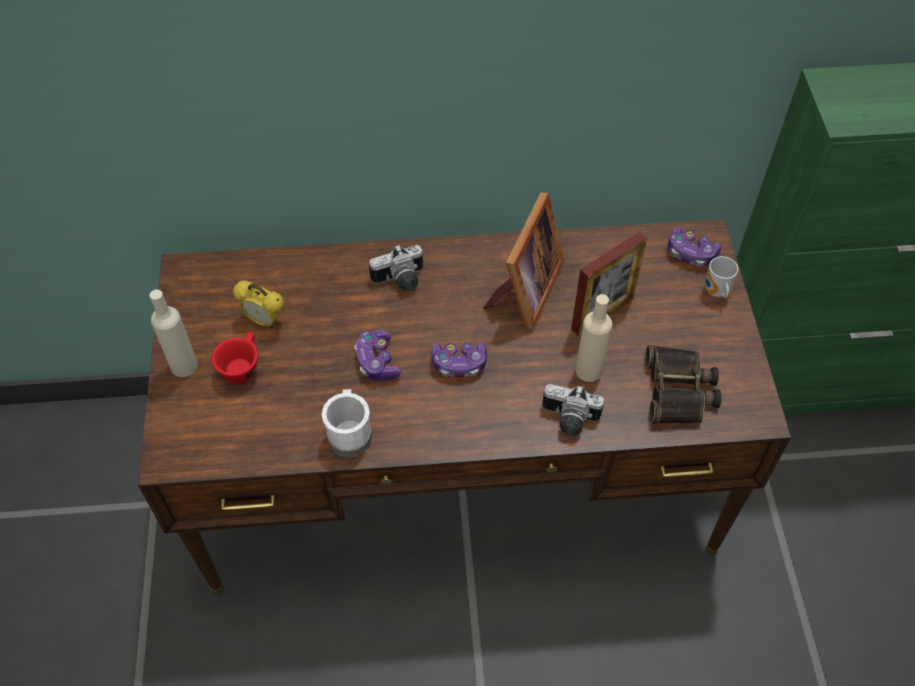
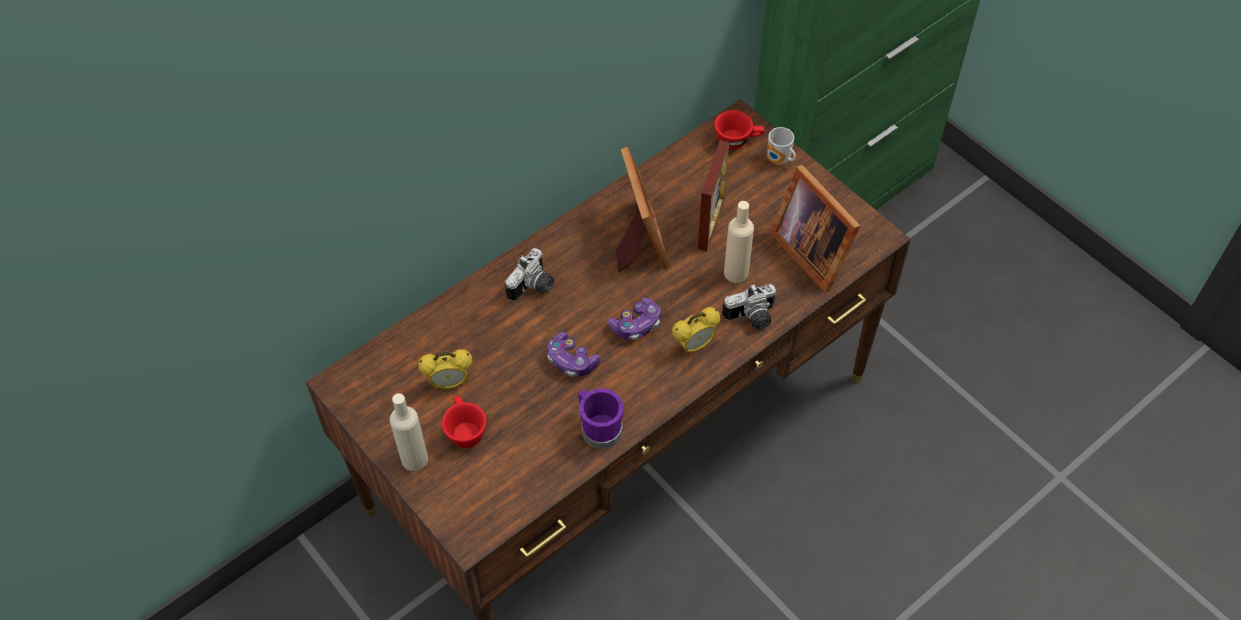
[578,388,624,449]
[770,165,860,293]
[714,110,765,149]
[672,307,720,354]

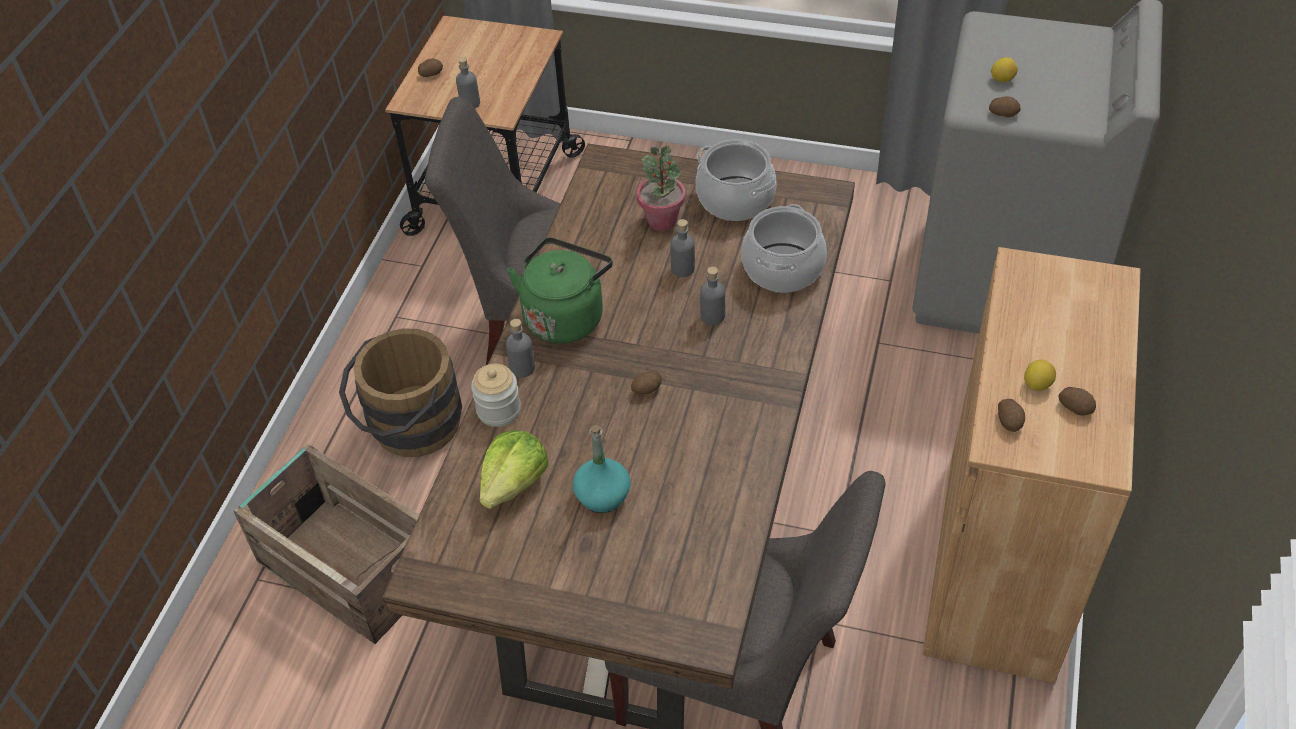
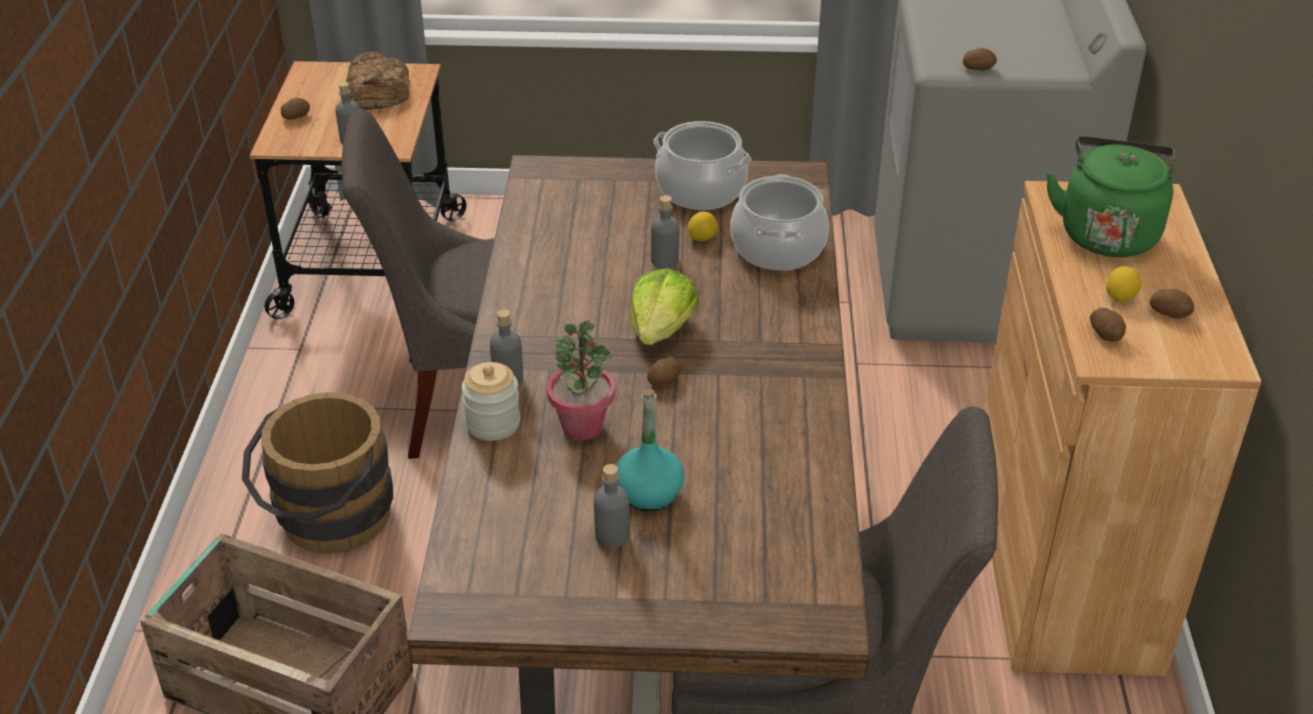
[629,268,699,345]
[1046,136,1175,257]
[547,320,615,441]
[594,464,630,548]
[687,211,718,241]
[346,52,409,110]

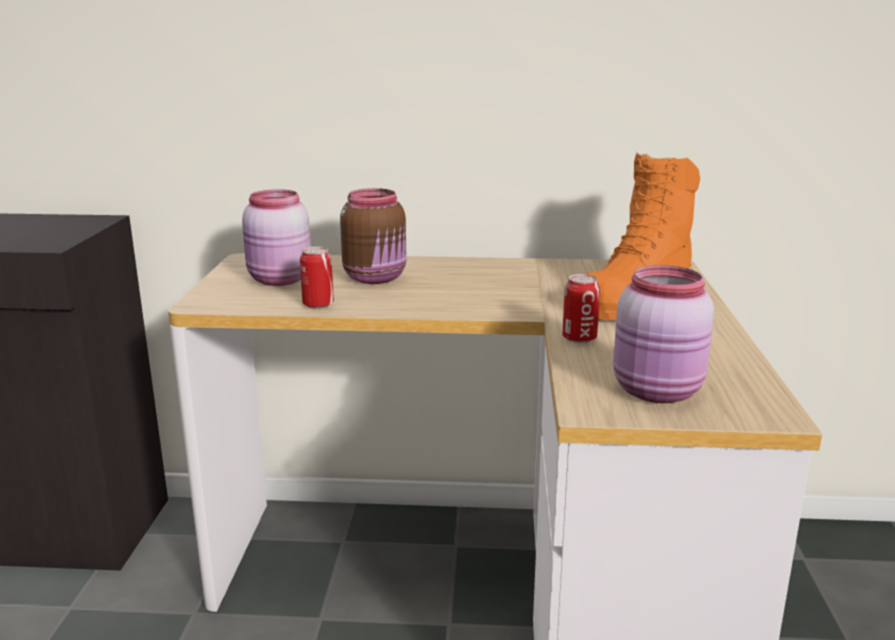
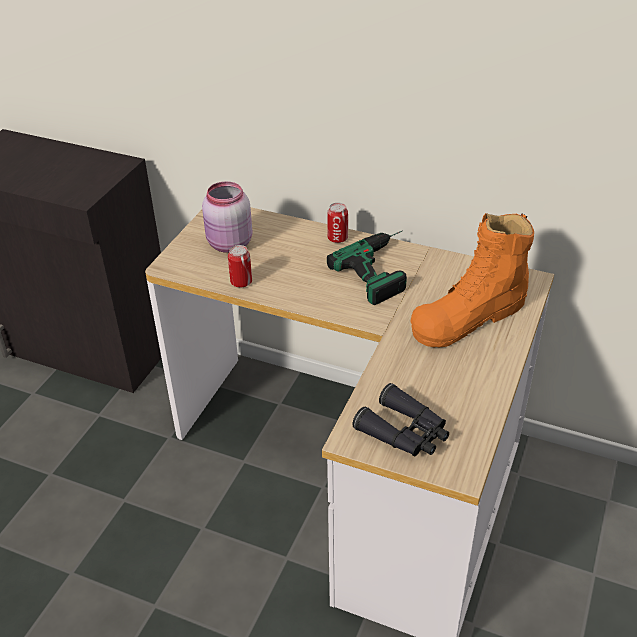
[340,188,407,284] (first image)
[327,203,348,243]
[352,383,449,456]
[327,231,407,305]

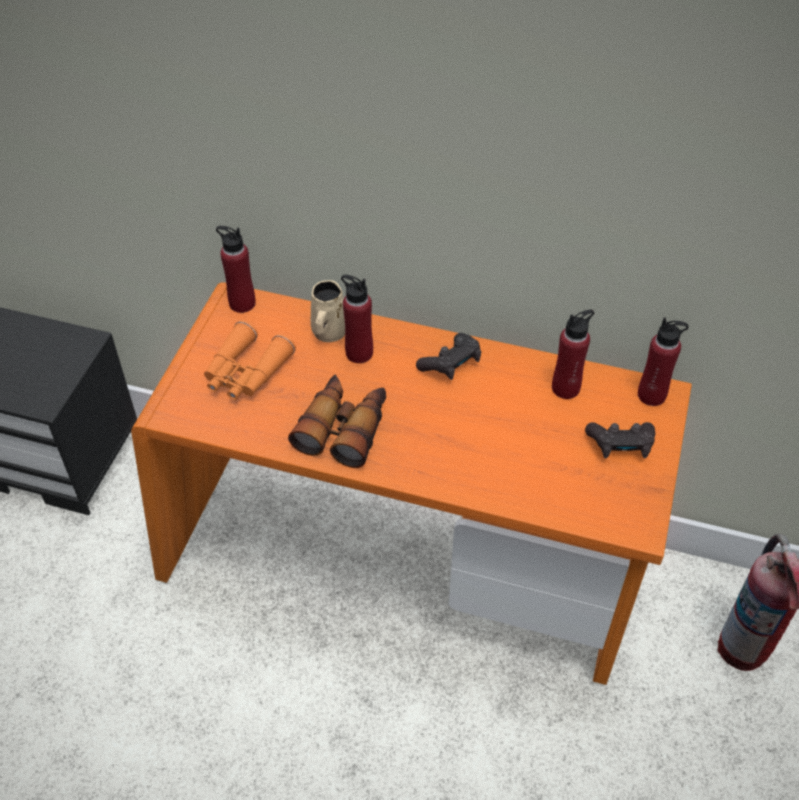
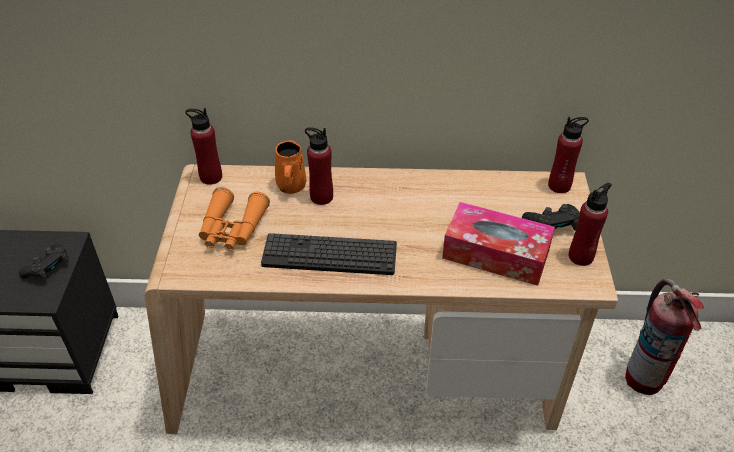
[144,164,618,434]
[261,233,397,275]
[275,141,307,194]
[19,244,69,280]
[569,183,612,266]
[442,202,555,286]

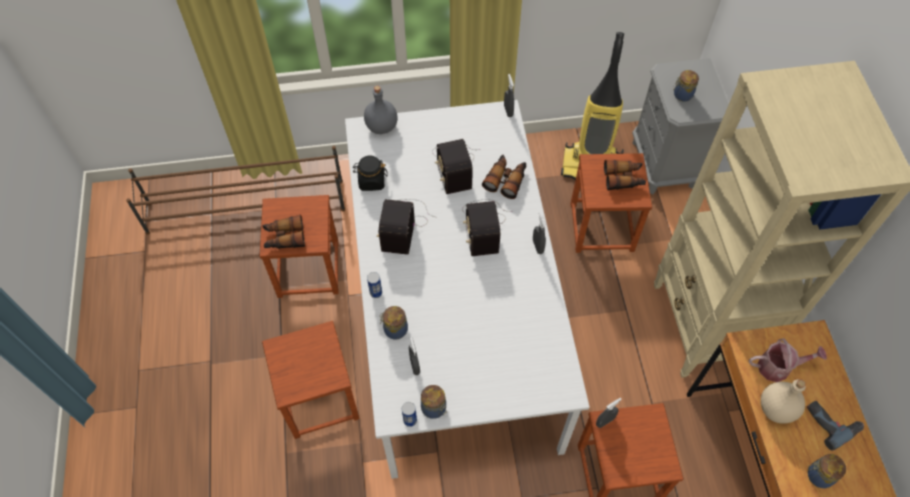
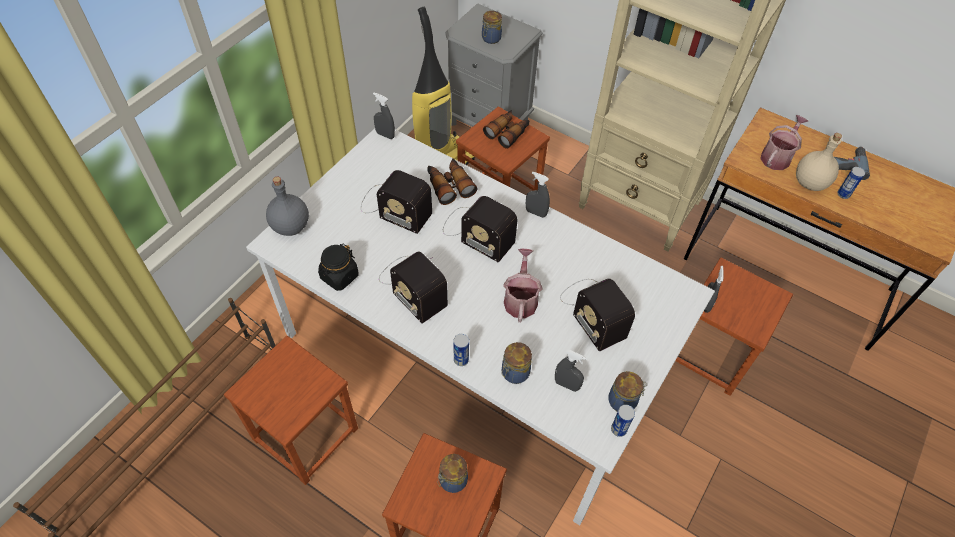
[262,215,305,249] (first image)
[437,454,468,493]
[503,249,542,322]
[560,278,635,351]
[837,167,865,199]

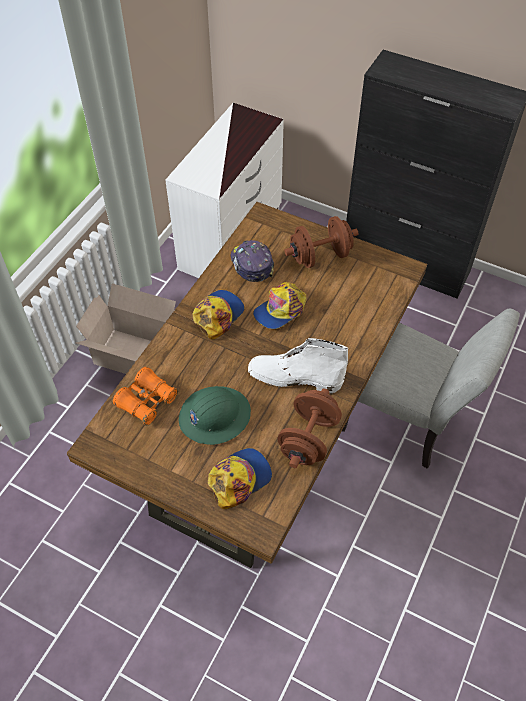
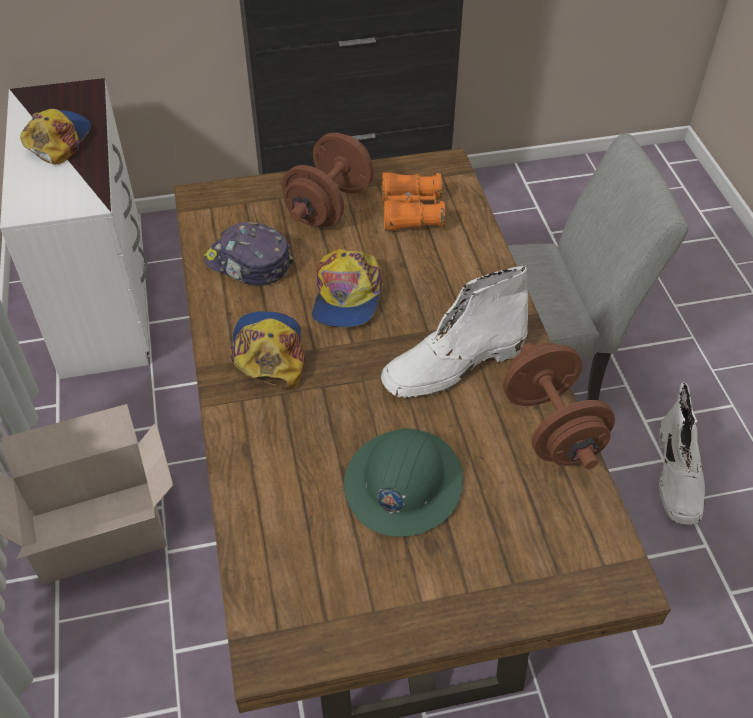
[382,172,445,231]
[20,109,91,164]
[659,382,705,525]

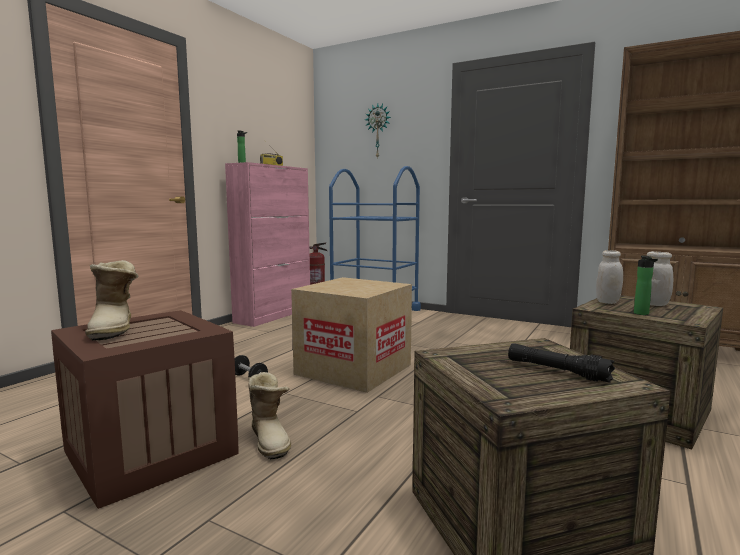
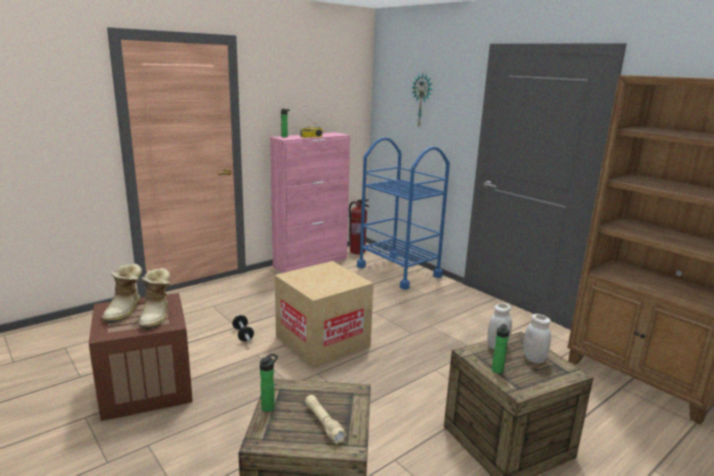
[138,268,171,329]
[305,395,347,444]
[260,353,278,412]

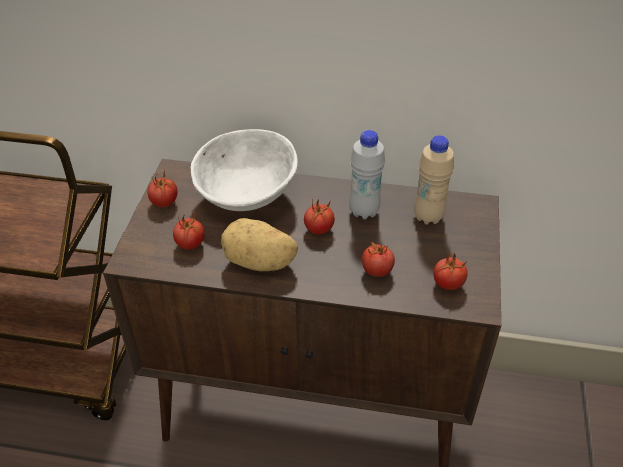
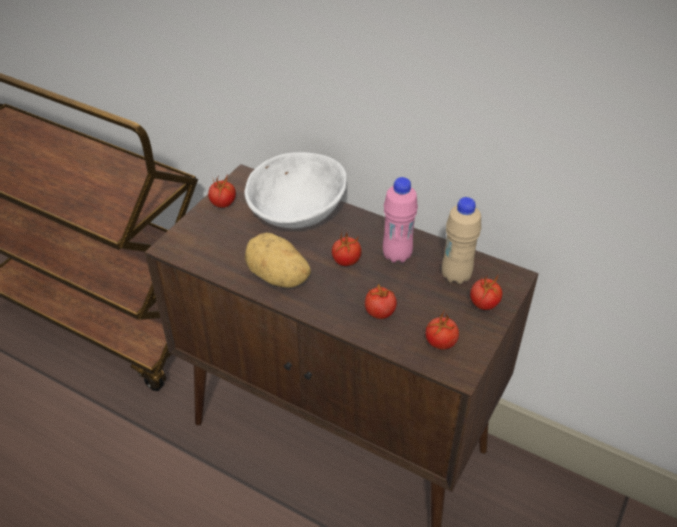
[470,274,502,310]
[383,177,418,263]

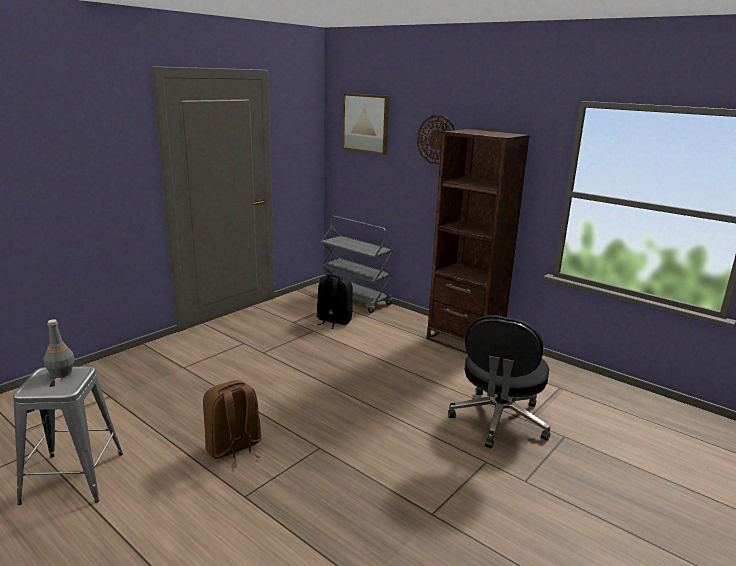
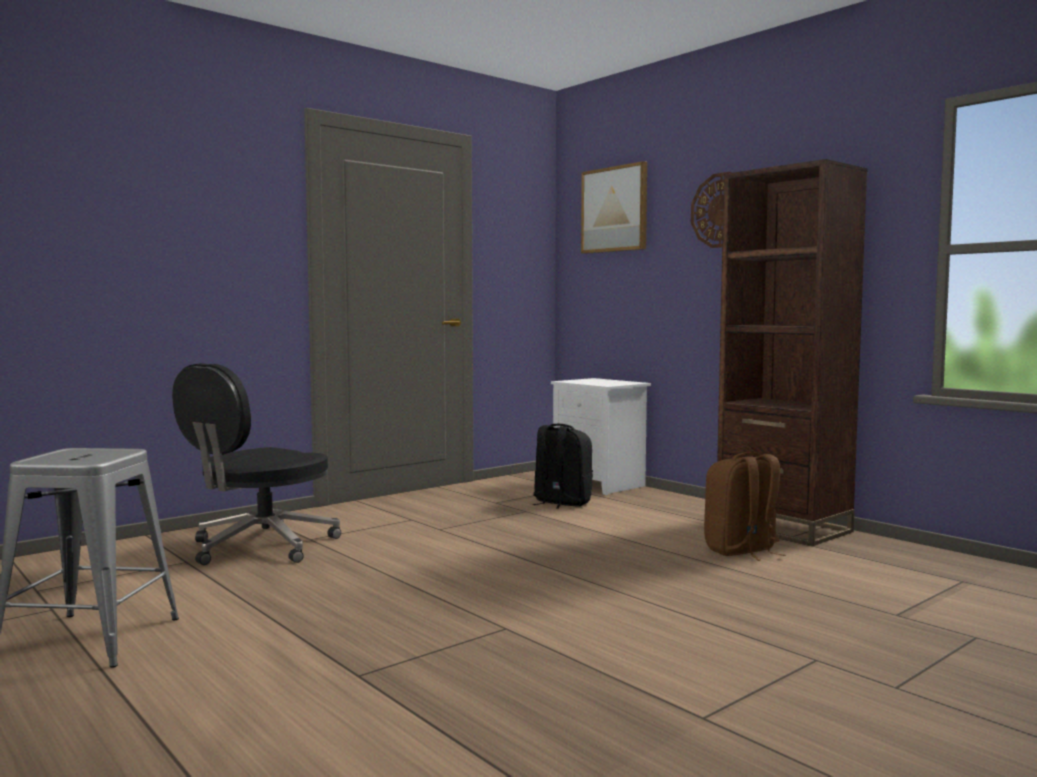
[43,319,75,378] (first image)
[704,452,786,561]
[551,378,651,495]
[172,363,341,565]

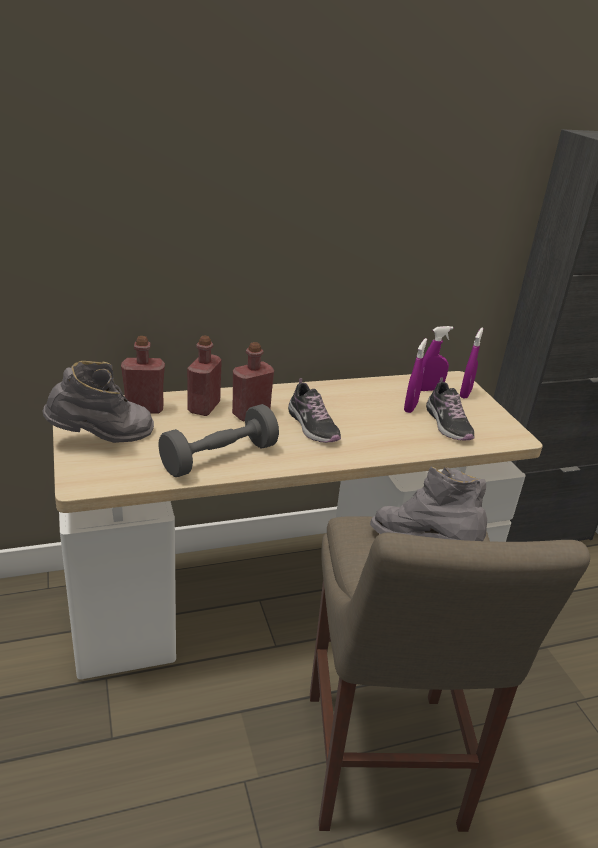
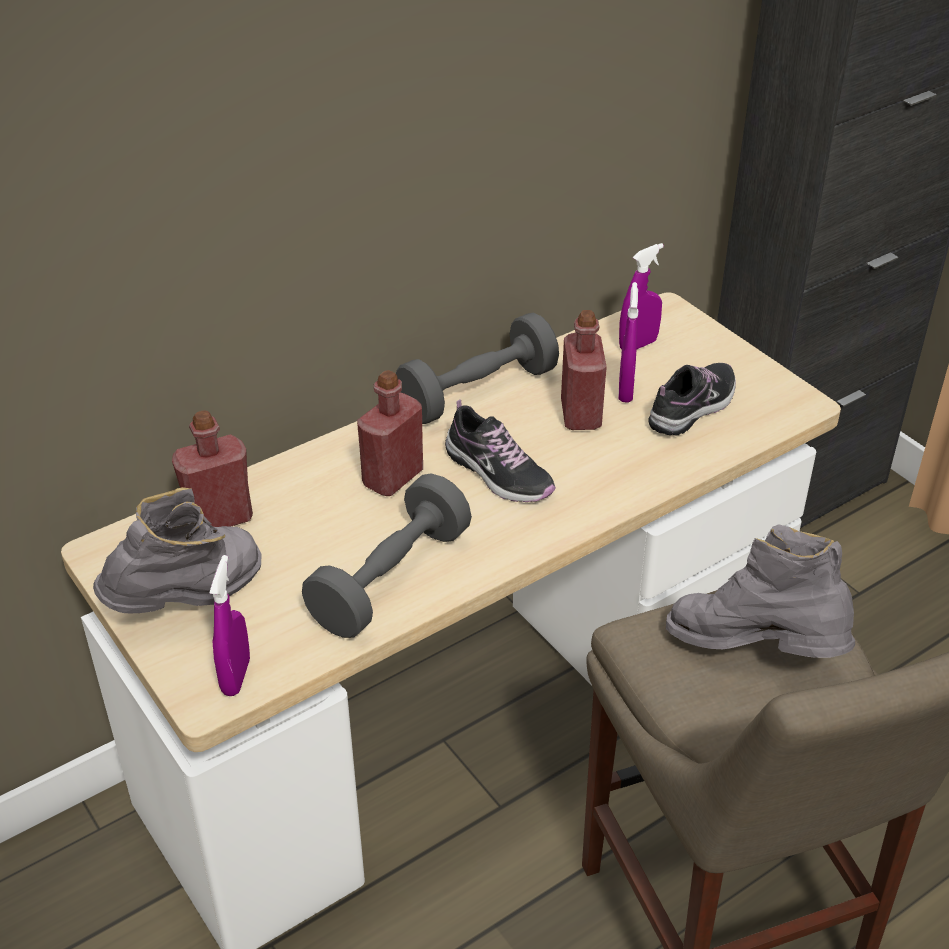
[561,310,607,430]
[648,363,736,435]
[209,555,250,696]
[396,313,559,424]

